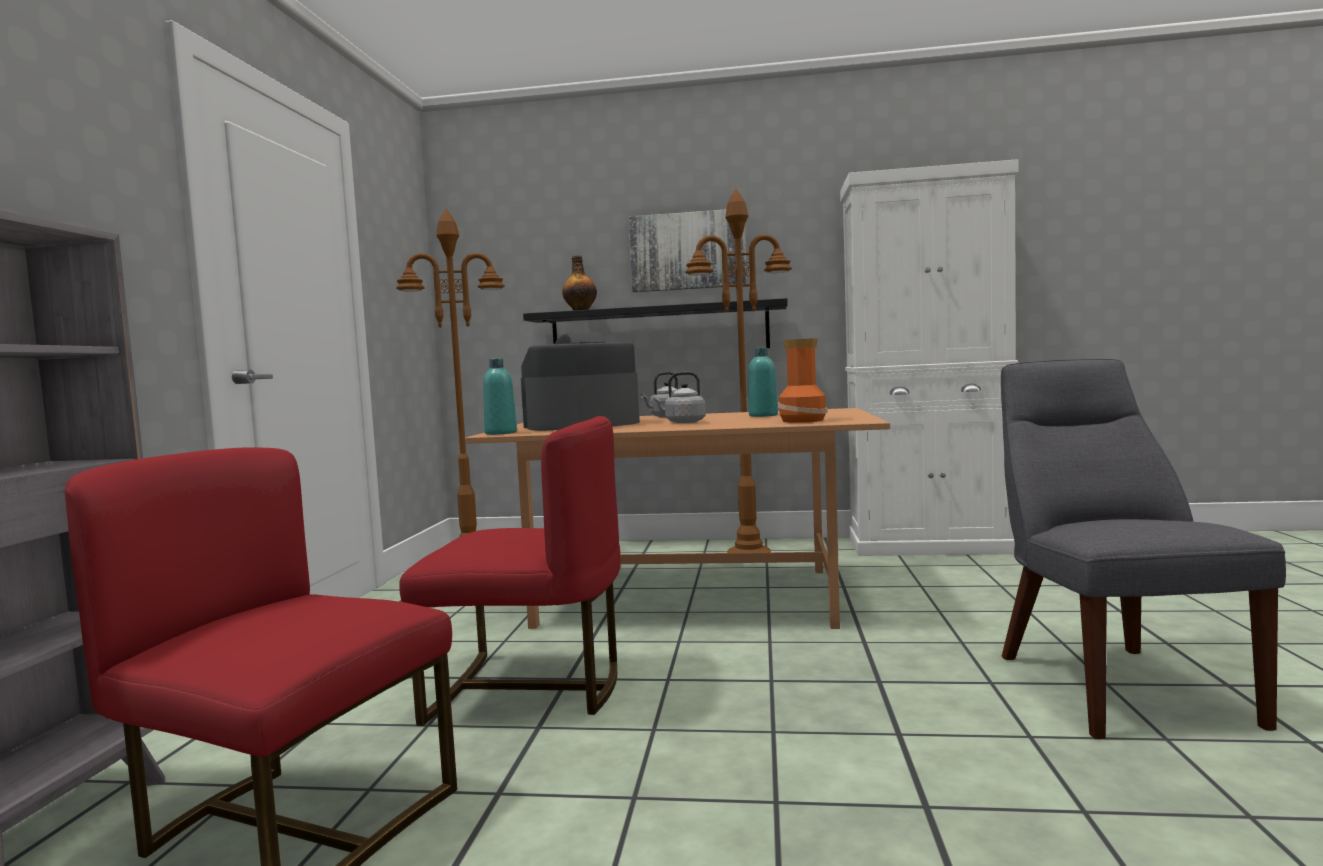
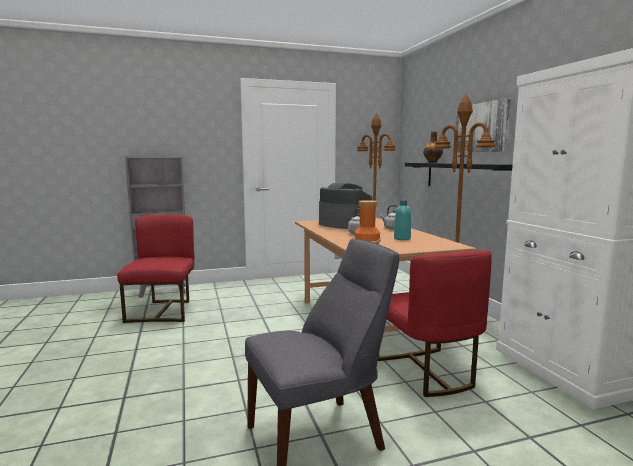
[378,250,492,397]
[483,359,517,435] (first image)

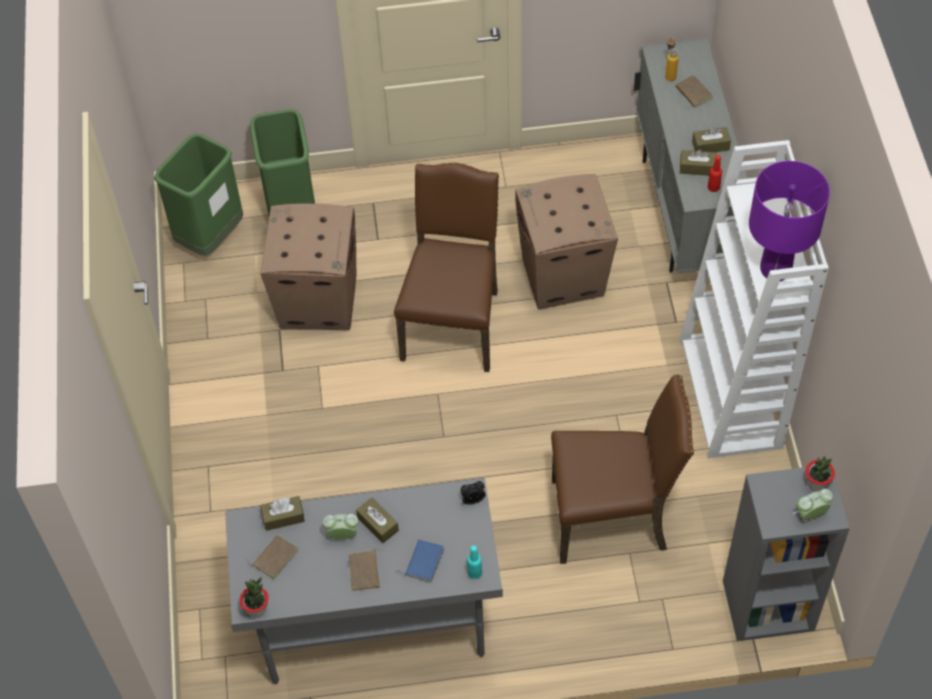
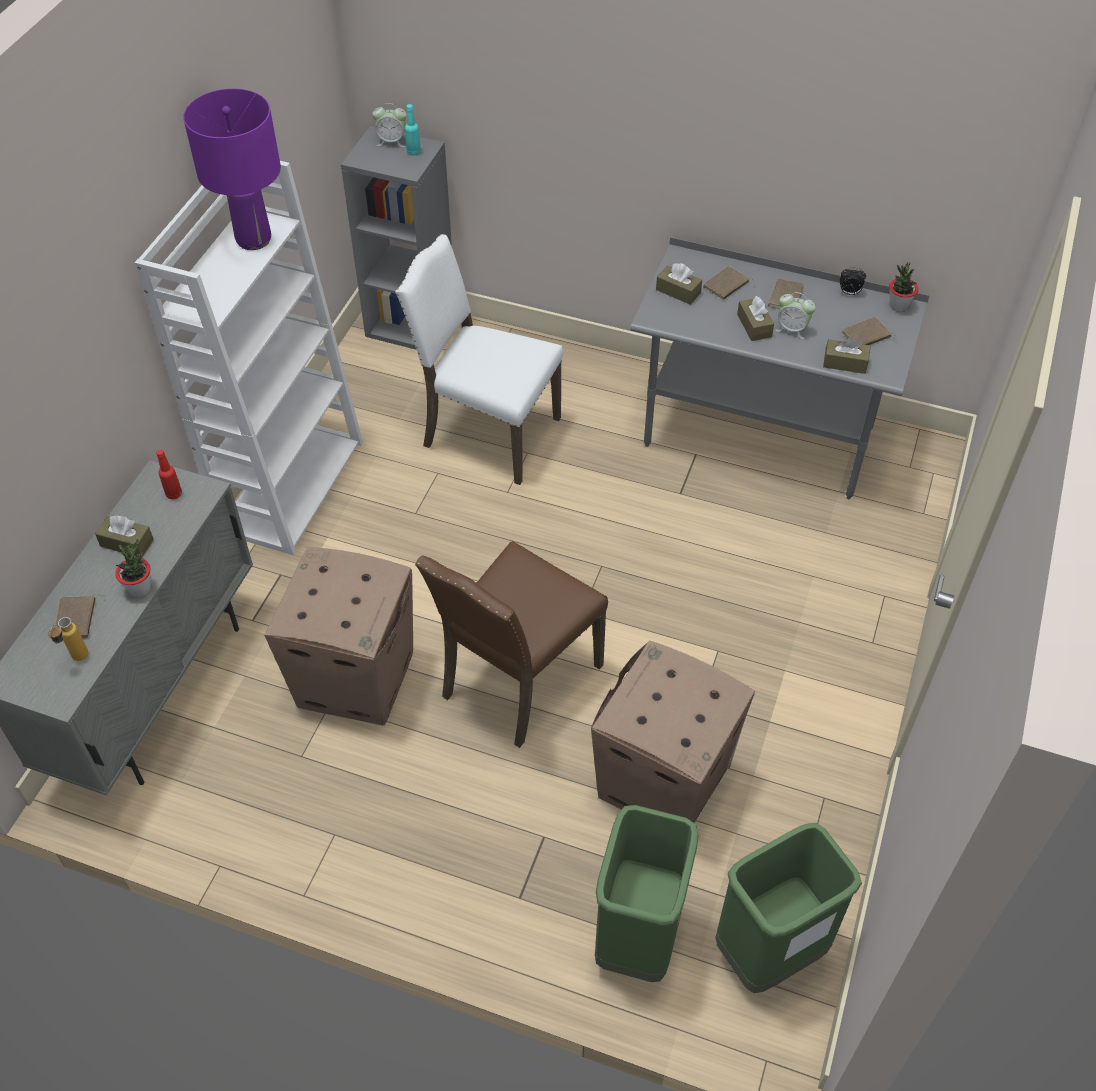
[703,266,756,300]
[840,267,866,295]
[405,104,421,155]
[395,234,563,485]
[656,263,702,304]
[115,539,151,597]

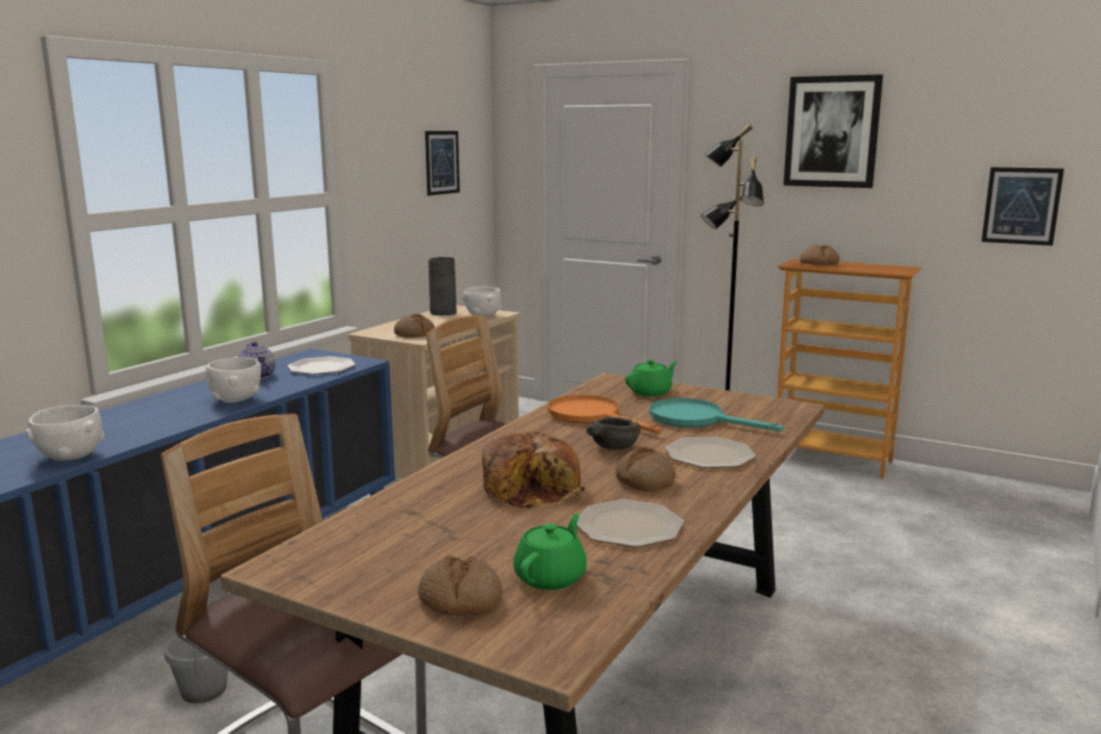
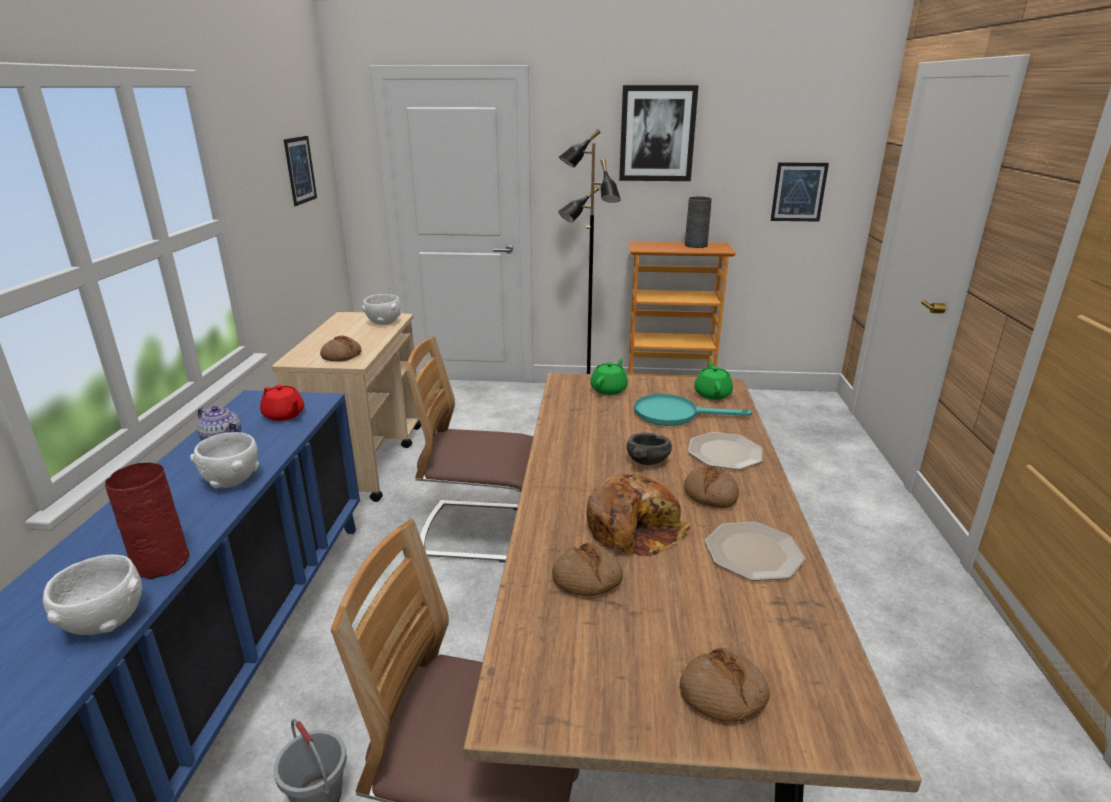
[260,385,304,421]
[685,197,712,248]
[694,361,733,400]
[548,395,661,434] (first image)
[552,543,623,596]
[105,463,190,579]

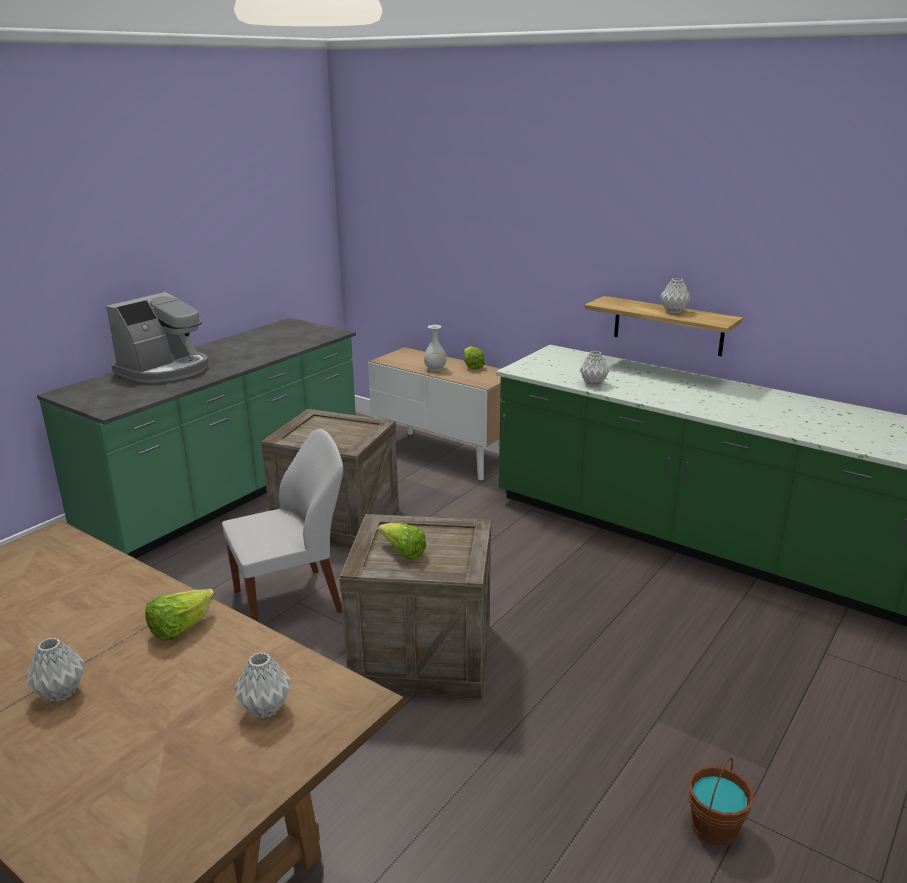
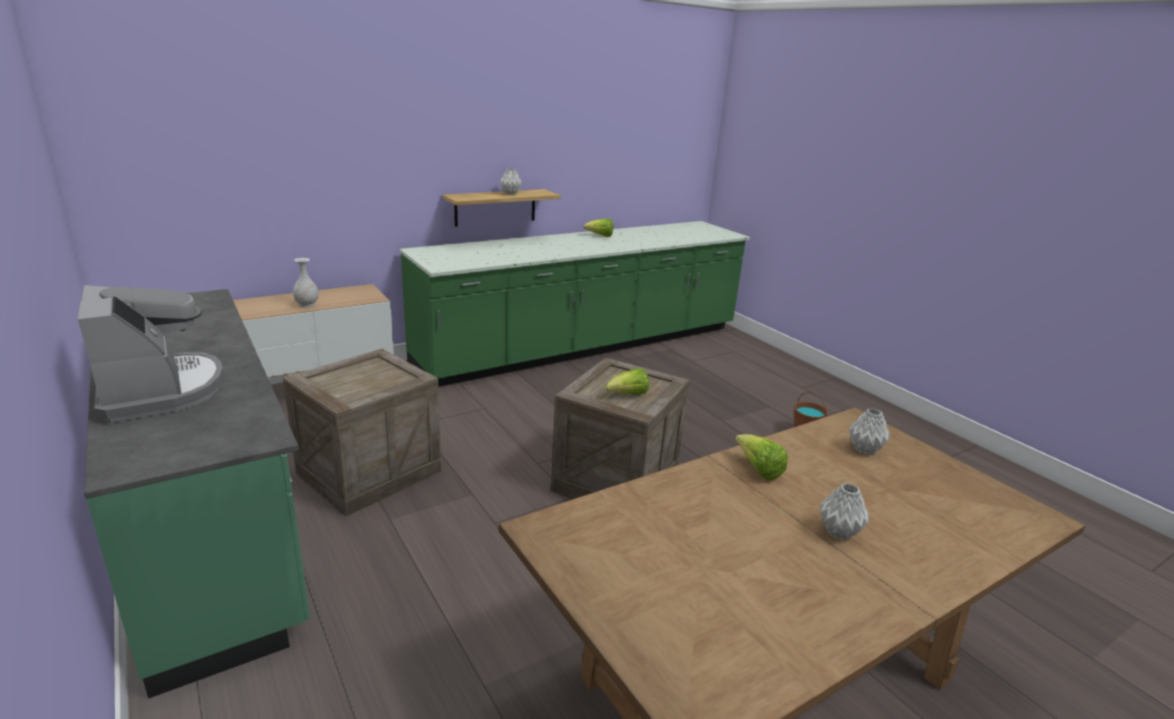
[222,429,343,622] (first image)
[583,218,613,237]
[580,351,609,386] (first image)

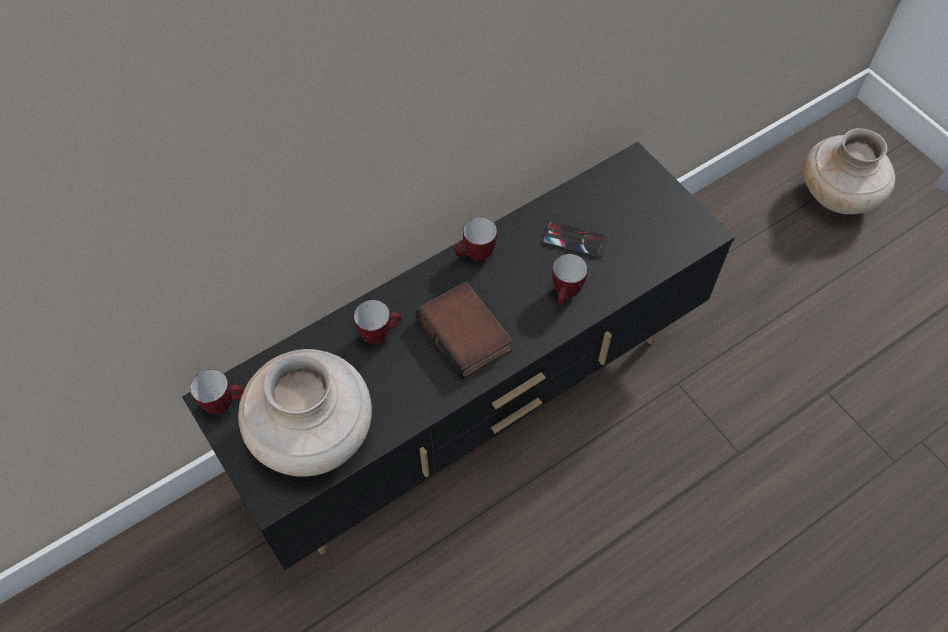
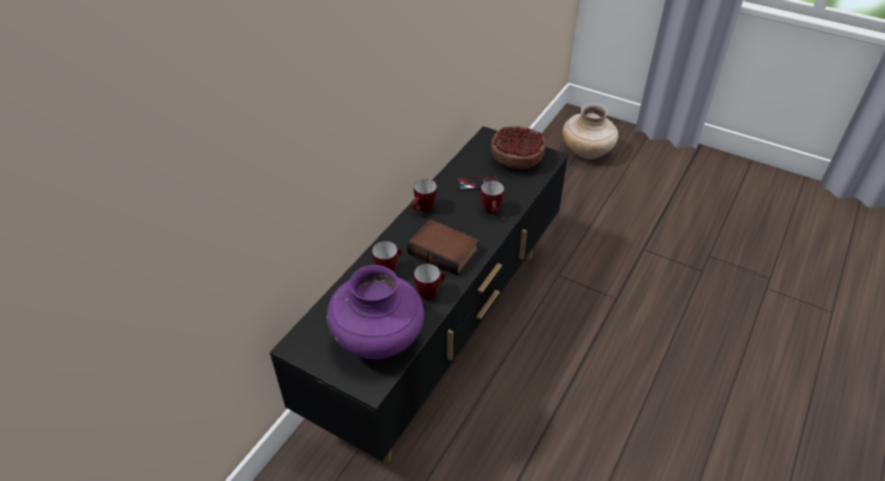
[414,264,445,300]
[327,265,424,359]
[491,126,546,169]

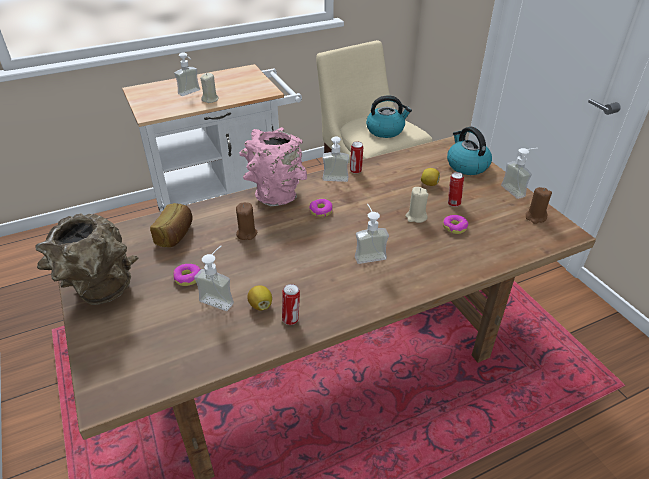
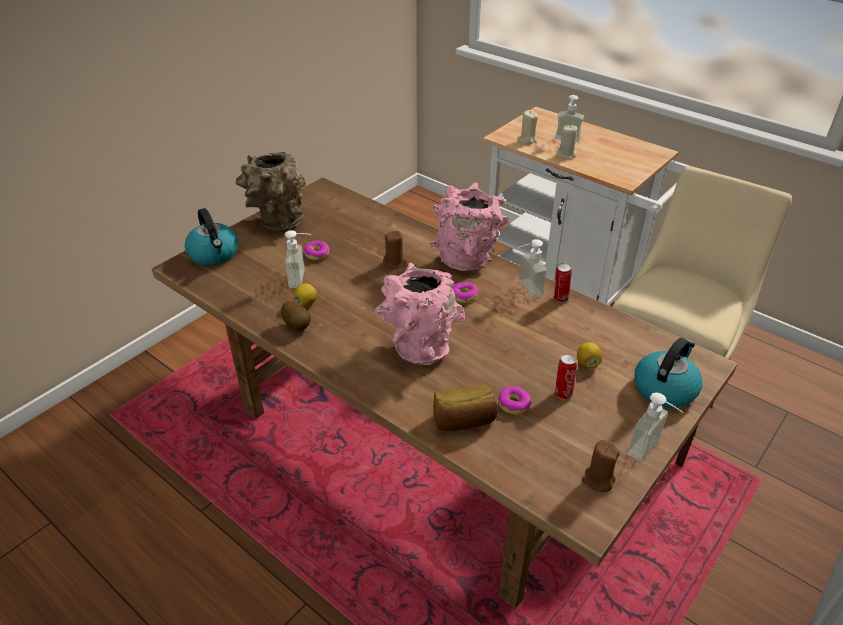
[433,384,498,431]
[281,301,311,331]
[375,263,465,365]
[185,208,238,265]
[518,110,538,144]

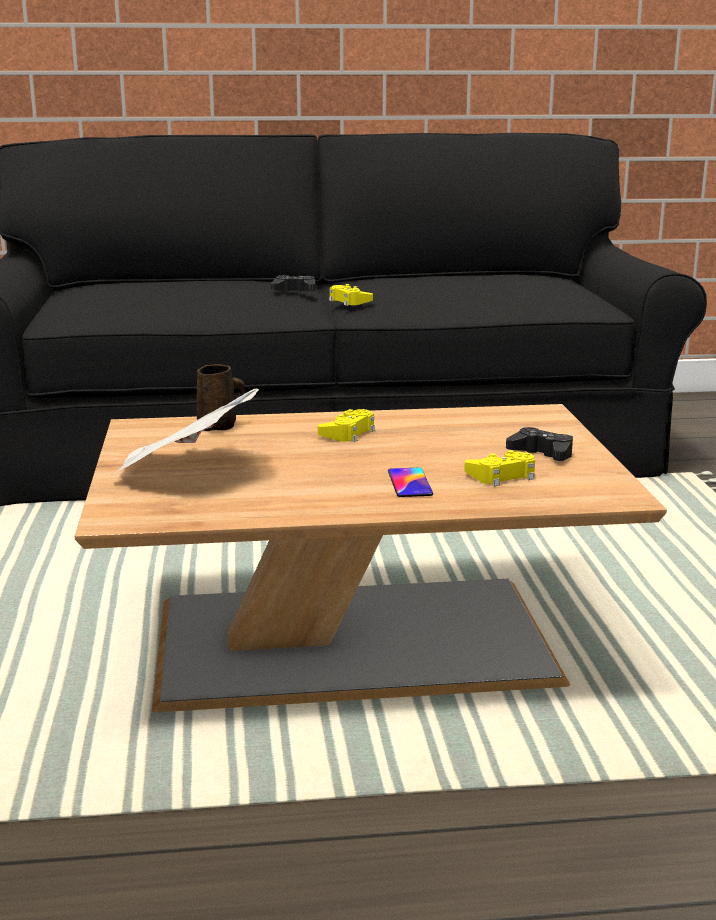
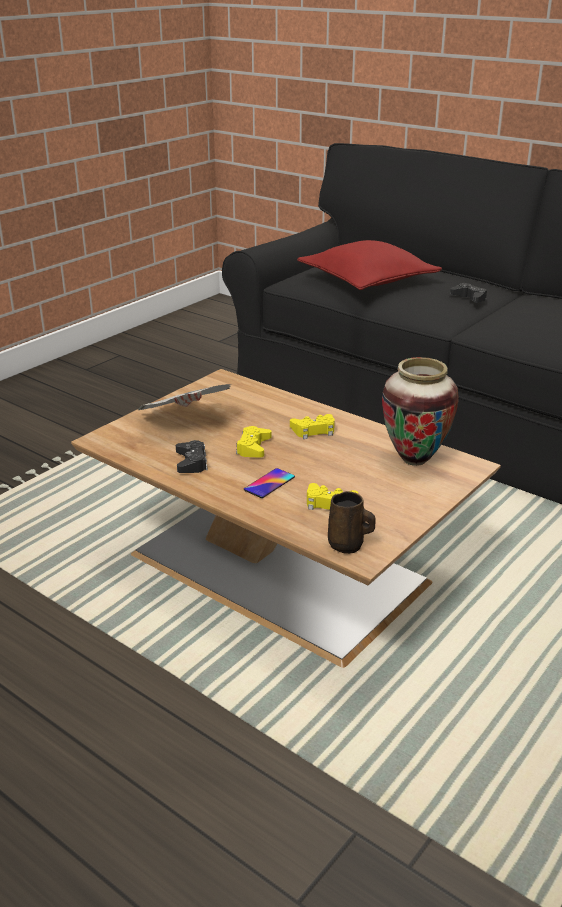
[328,491,375,554]
[236,426,272,458]
[176,440,208,473]
[297,240,442,290]
[382,357,459,466]

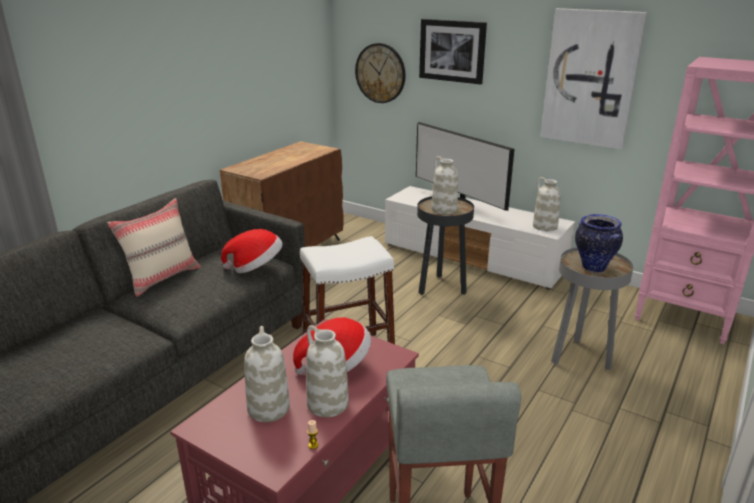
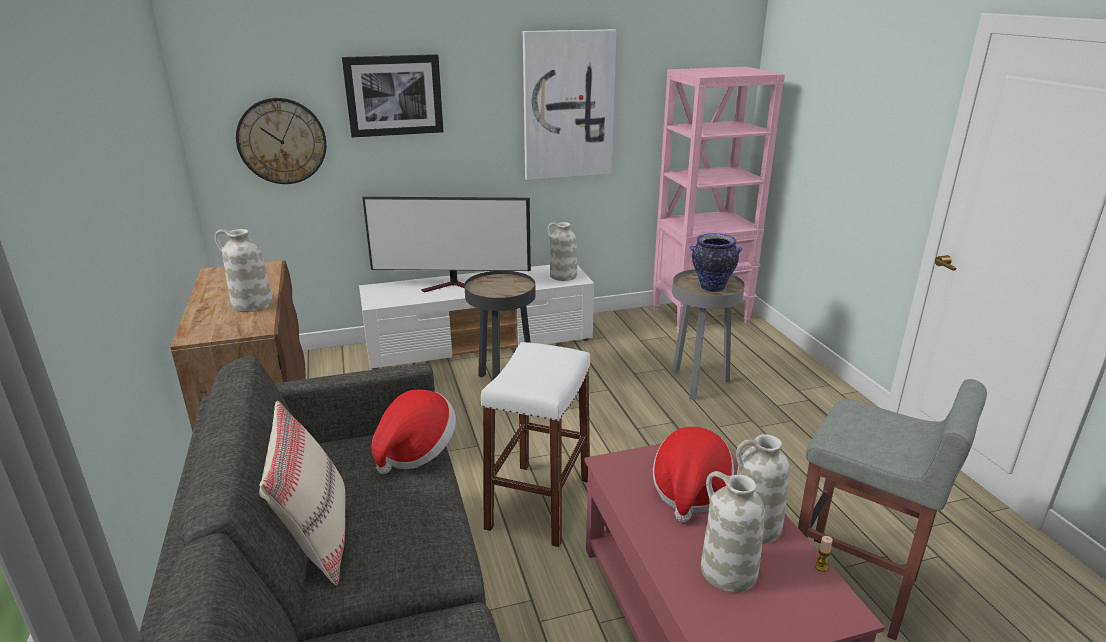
[215,229,273,312]

